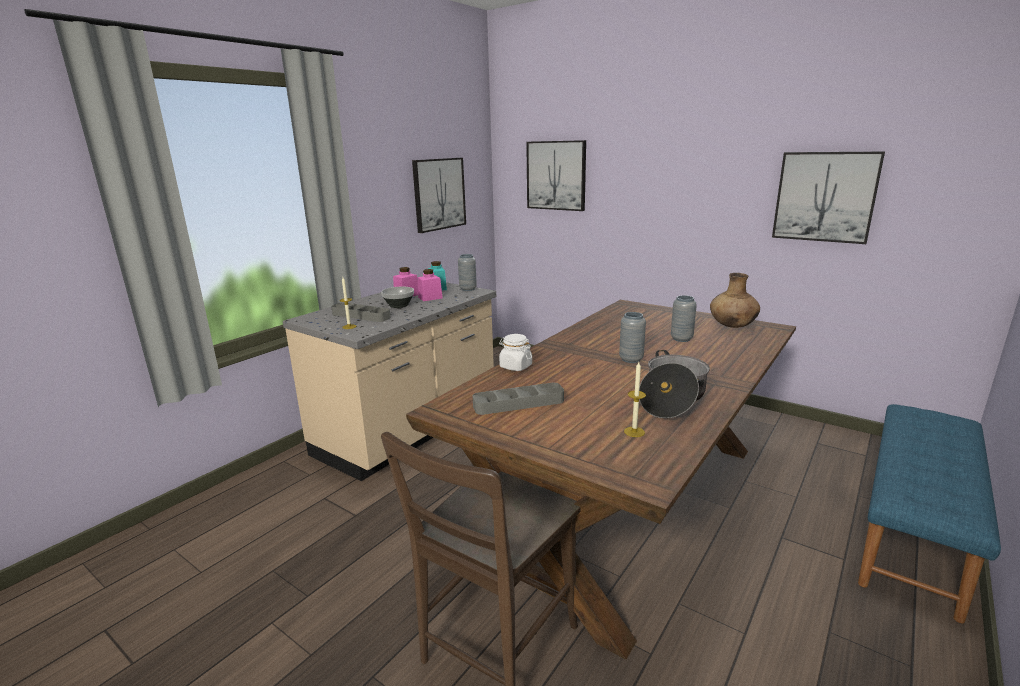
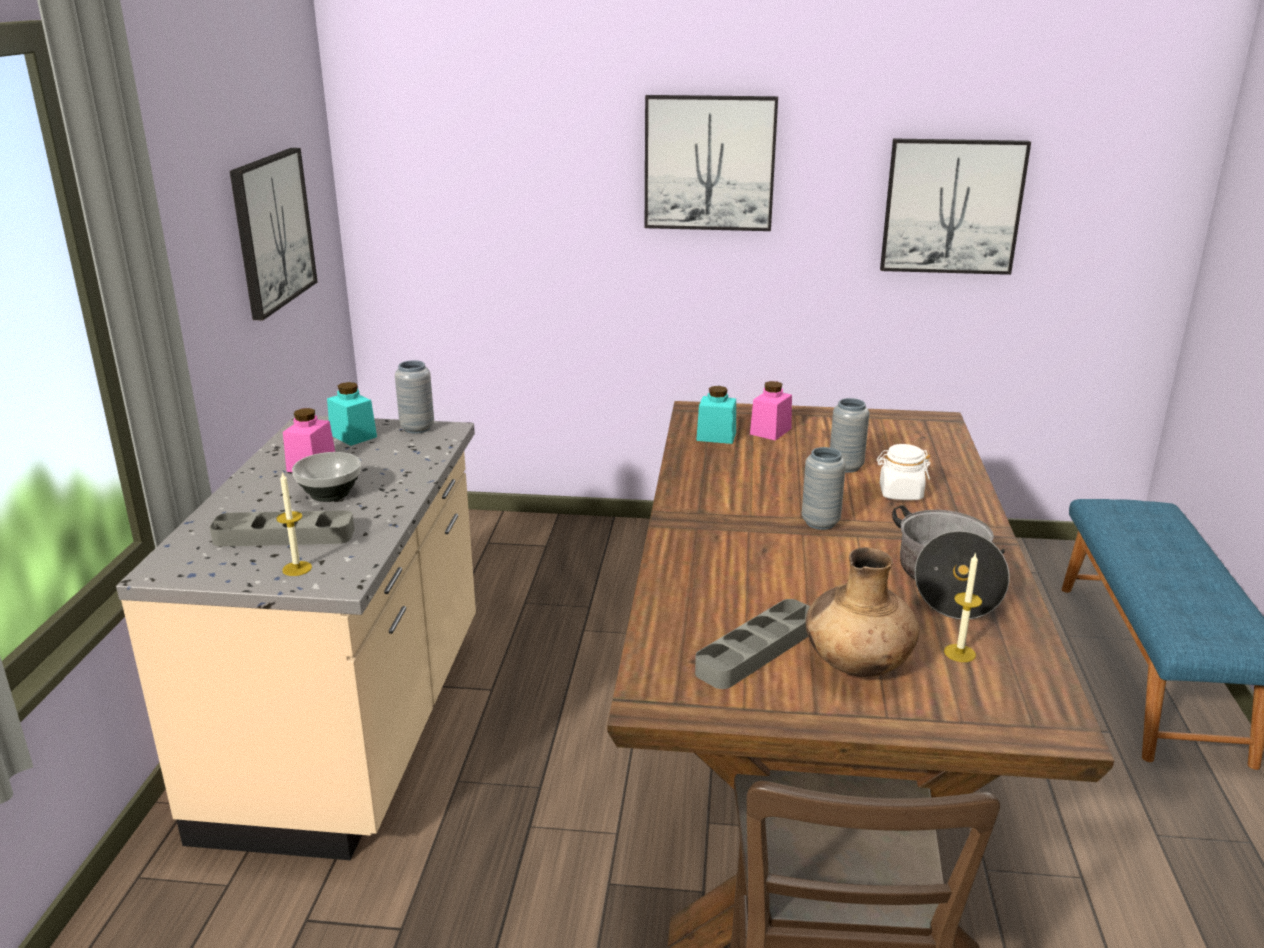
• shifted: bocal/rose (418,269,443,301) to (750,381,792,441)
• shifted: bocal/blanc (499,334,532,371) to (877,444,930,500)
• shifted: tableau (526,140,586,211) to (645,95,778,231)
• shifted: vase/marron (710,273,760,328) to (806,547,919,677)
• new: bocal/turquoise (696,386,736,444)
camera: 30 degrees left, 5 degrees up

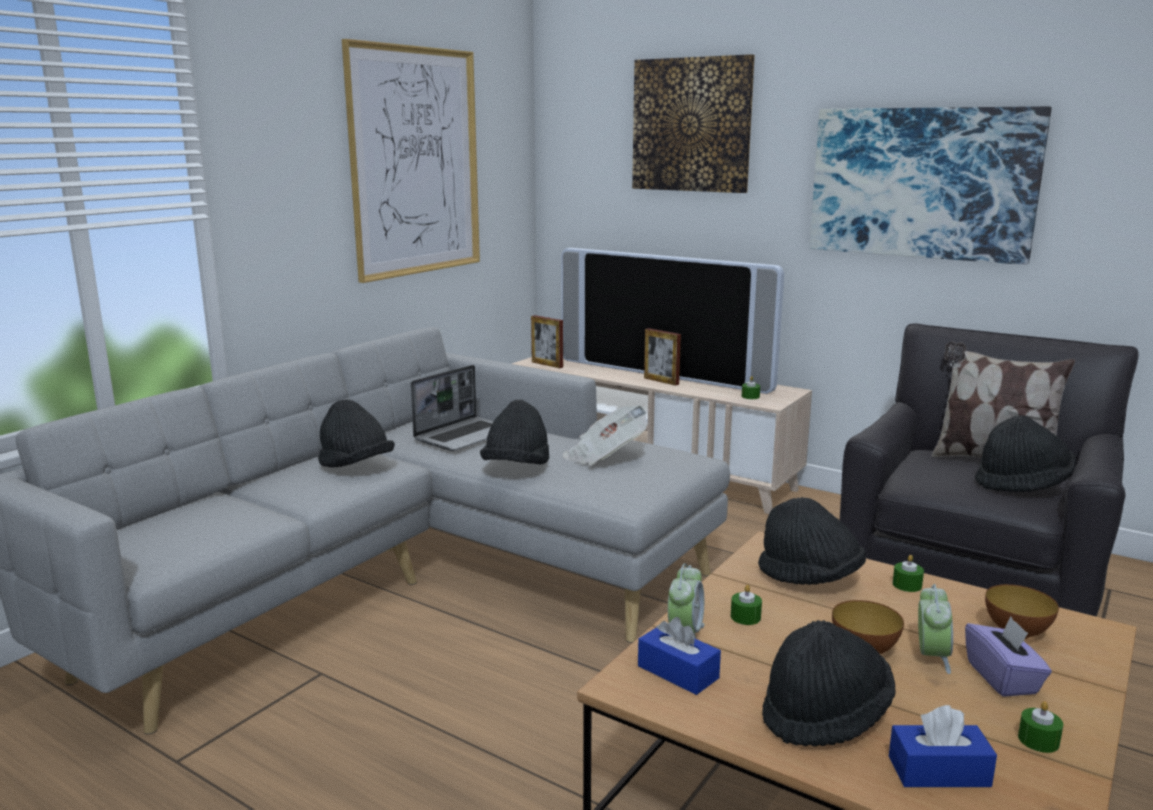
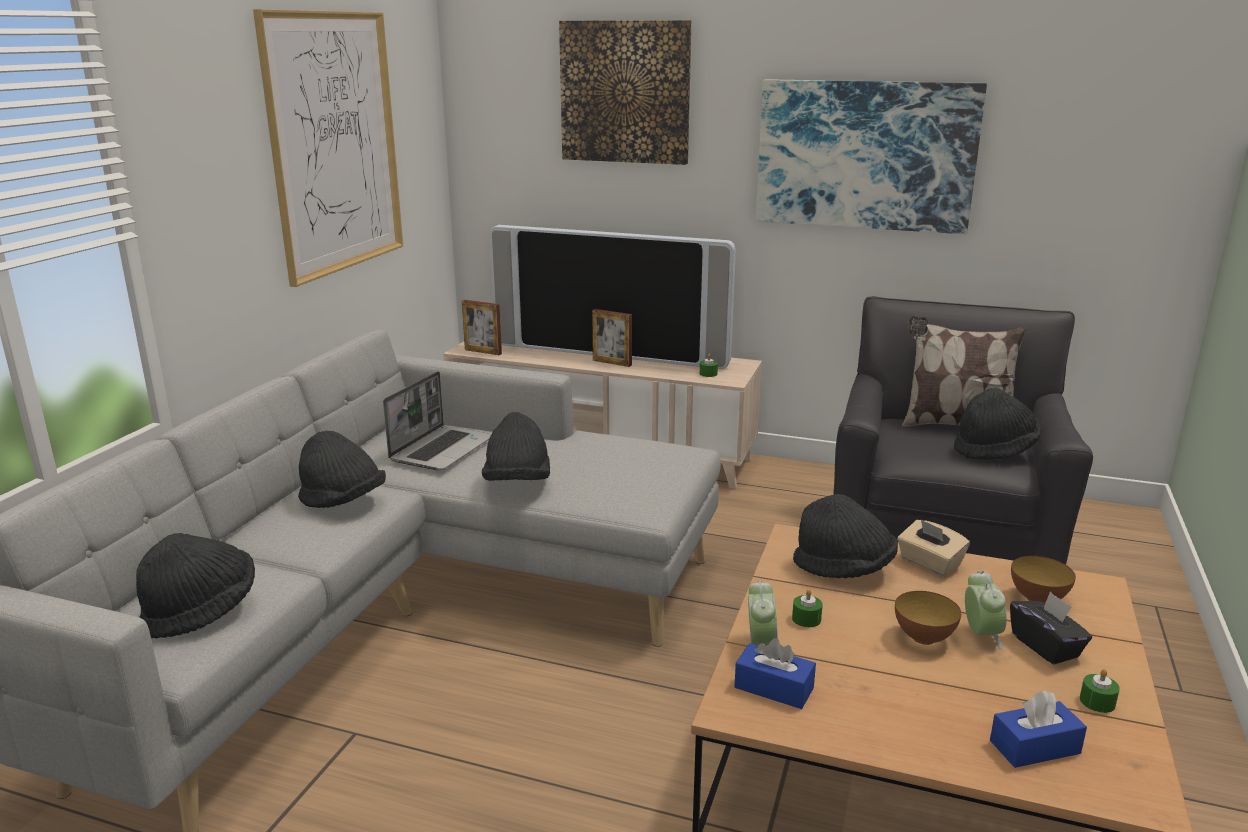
• gone: journal (563,405,649,465)
• shifted: chapeau/noir (762,620,896,746) to (136,533,255,639)
• swapped: bougie/vert (893,555,924,592) to boîte à mouchoirs/beige (897,520,970,576)
• repainted: boîte à mouchoirs/violet (965,616,1052,697) to boîte à mouchoirs/noir (1010,591,1092,664)
camera: 15 degrees left, 5 degrees up

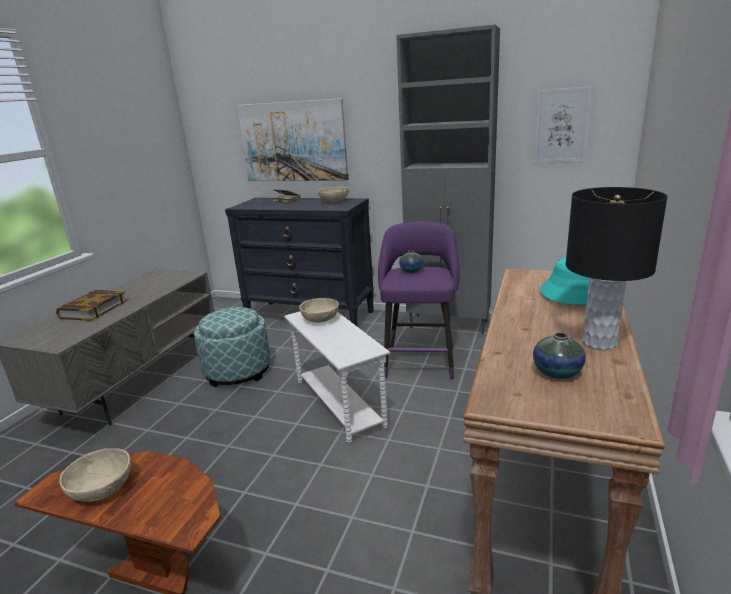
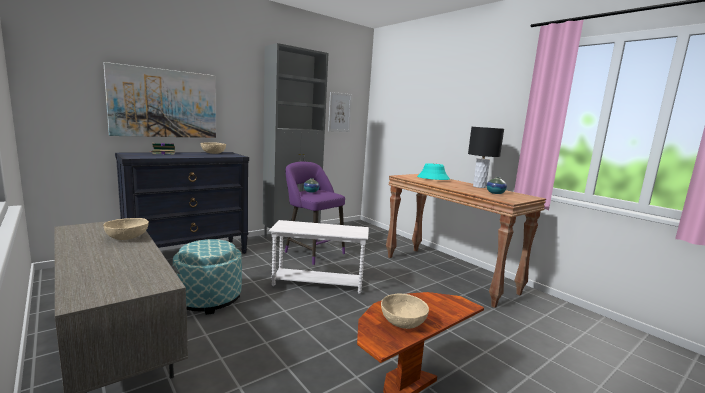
• gone: livre (56,290,128,321)
• shifted: bol/beige (299,298,339,323) to (103,218,149,240)
camera: 60 degrees left, 10 degrees down

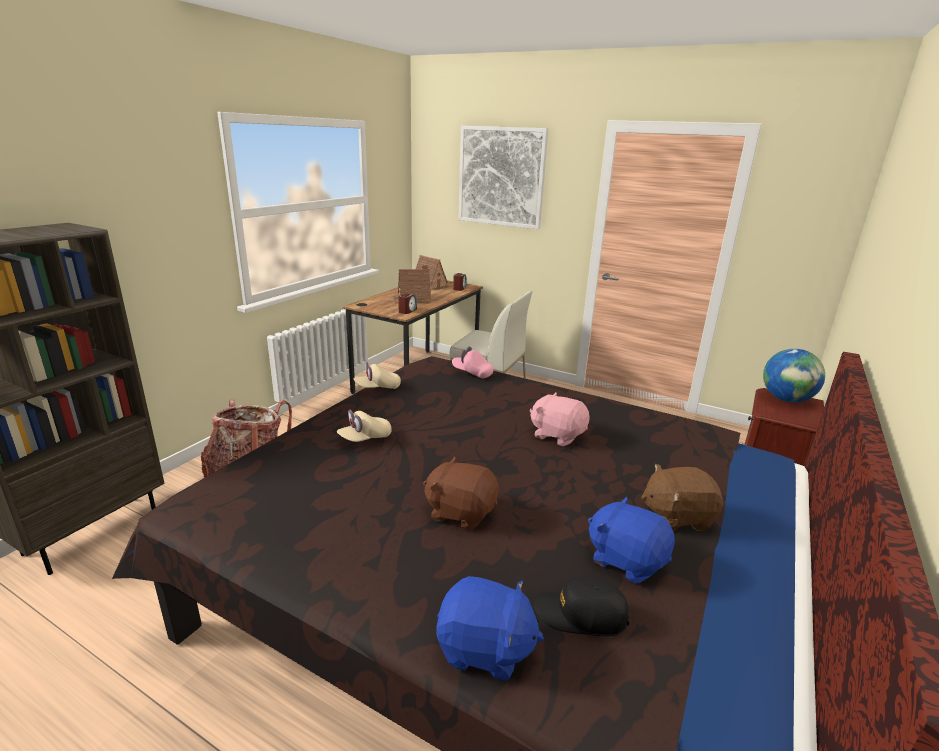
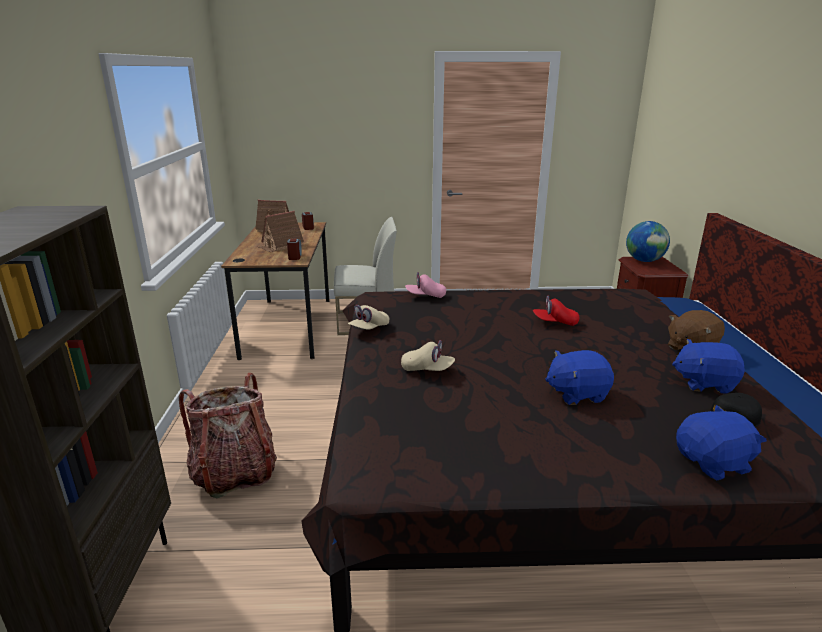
• rotated: casquette/beige (337,410,392,442) = (401,340,455,371) 90 degrees counterclockwise
• repainted: peluche/marron (423,456,499,530) to peluche/bleu (545,350,614,405)
• gone: tableau (458,126,548,229)
• swapped: peluche/rose (530,392,590,447) to casquette/rouge (533,296,579,326)
camera: 30 degrees left, 0 degrees up

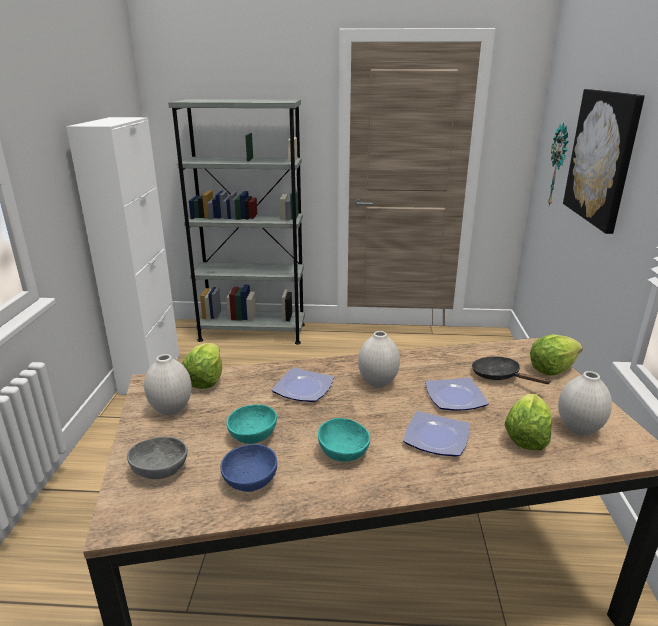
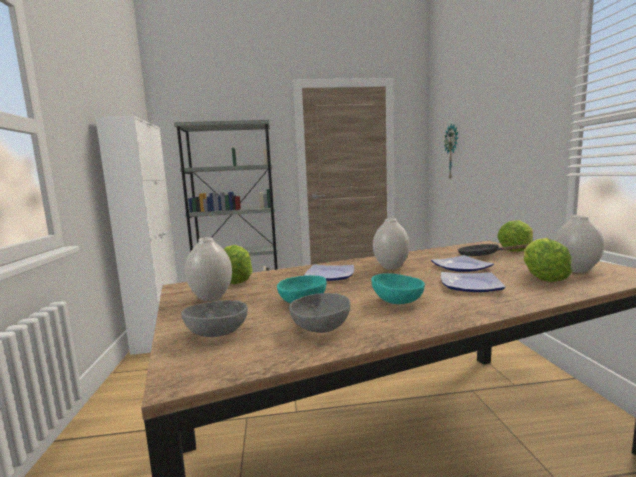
• repainted: bol/bleu (220,444,277,492) to bol/gris (289,293,351,333)
• gone: tableau (563,89,645,234)
camera: 10 degrees left, 15 degrees down

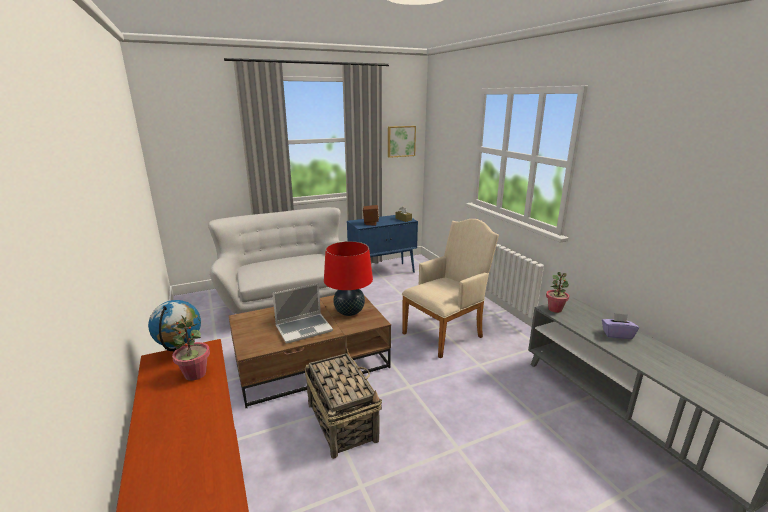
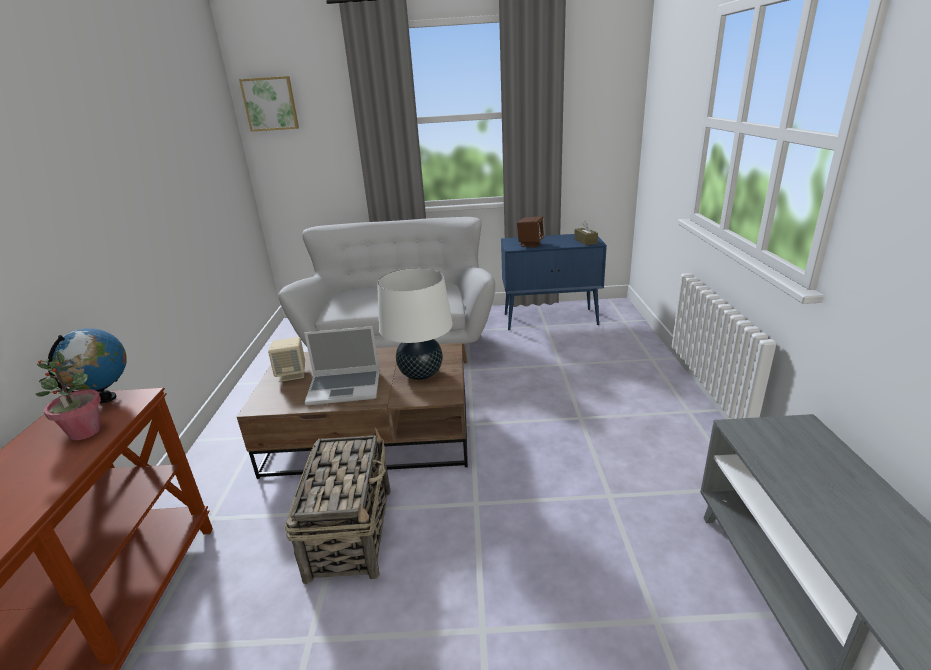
• repainted: lampe de table/rouge (324,241,373,316) to lampe de table/blanc (377,268,453,380)
• shifted: tableau (388,126,416,158) to (239,76,299,132)
• gone: fauteuil/beige (402,219,499,358)
• gone: plante en pot (546,272,569,313)
• gone: boîte à mouchoirs/violet (602,313,639,339)
• new: enceinte/beige (268,337,305,382)
camera: 25 degrees right, 5 degrees up

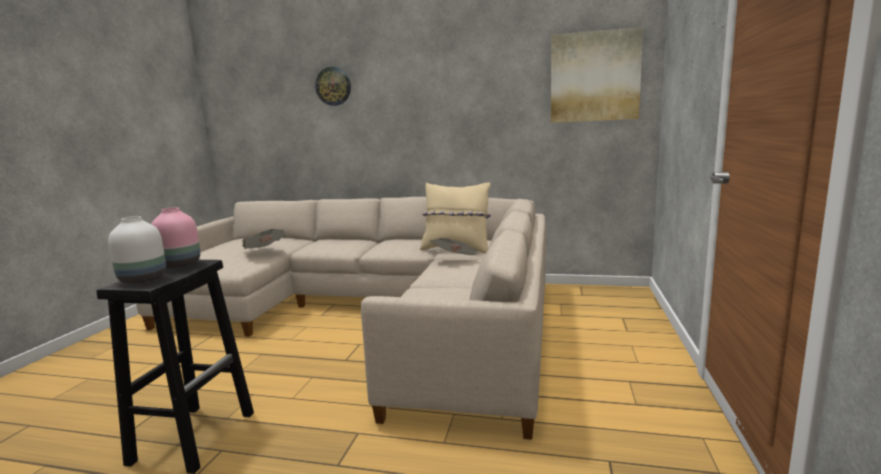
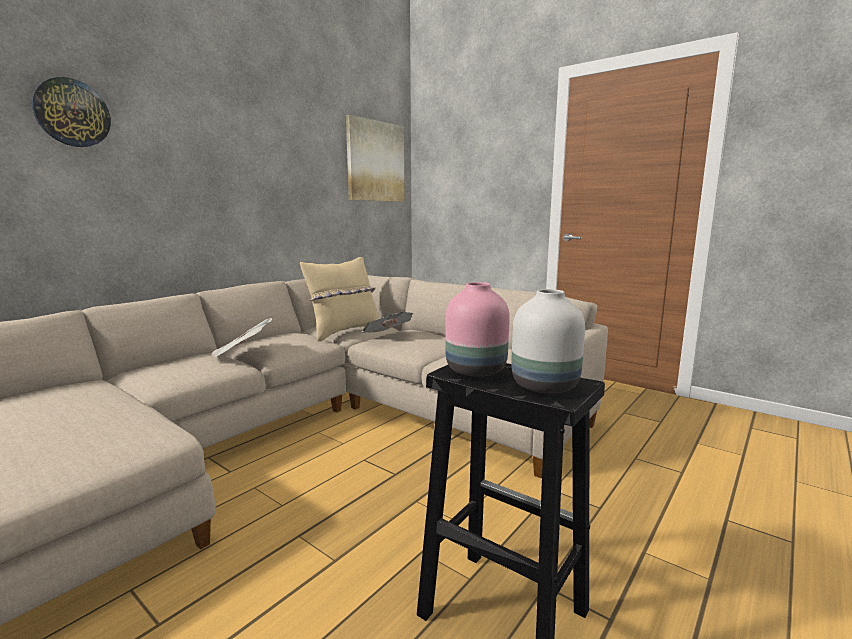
• shifted: journal (242,229,285,249) to (212,318,272,357)
camera: 65 degrees left, 0 degrees up

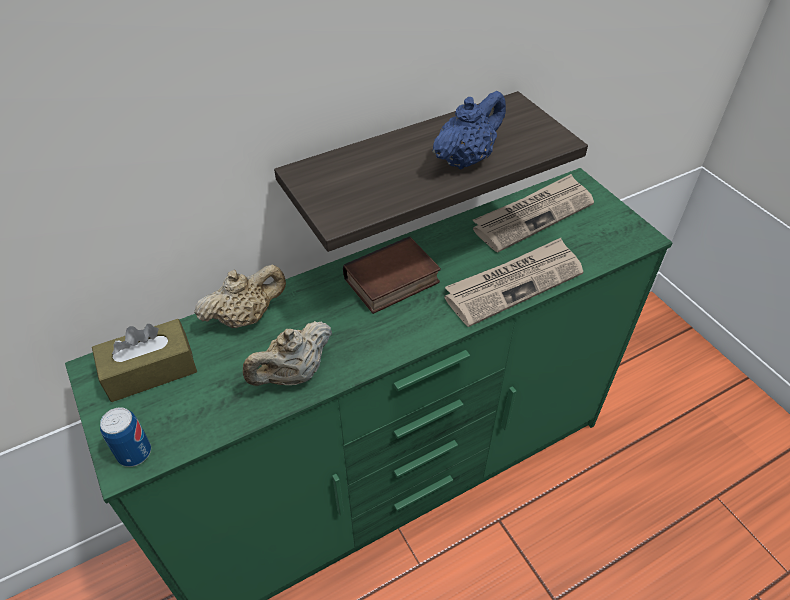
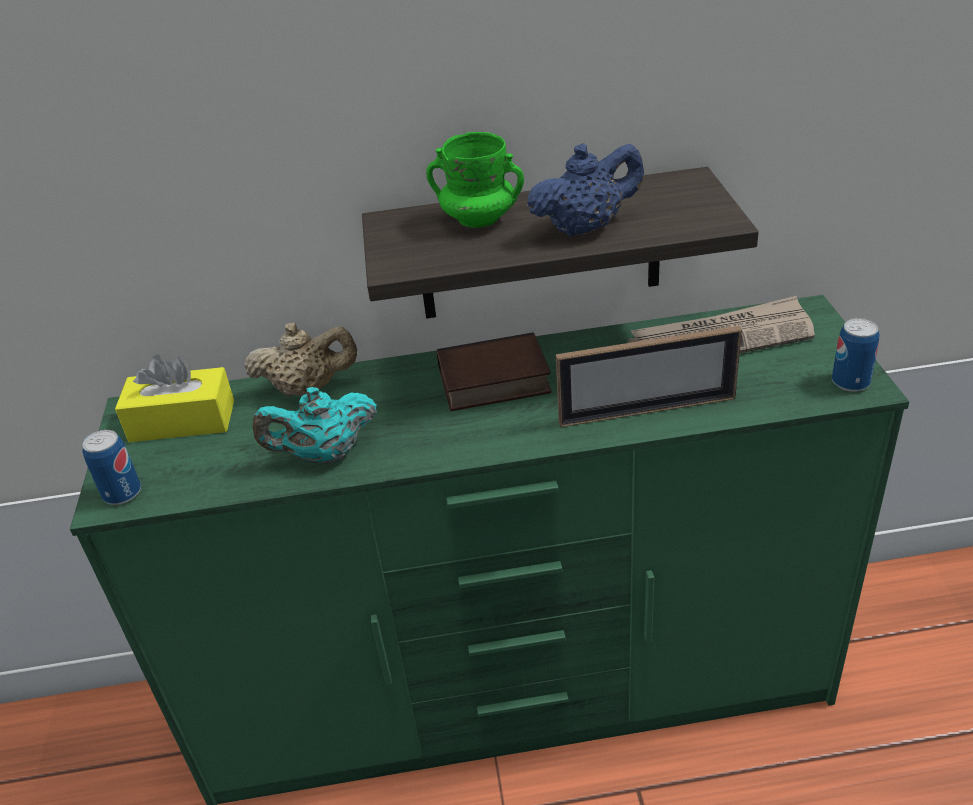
• repainted: boîte à mouchoirs/marron (92,319,197,402) to boîte à mouchoirs/jaune (115,354,234,442)
• repainted: théière/beige (243,321,332,386) to théière/turquoise (253,387,377,464)
• swapped: journal (445,238,583,327) to cadre photo (556,326,742,427)
• new: mug/vert (426,132,524,228)
• new: boîte métallique (832,318,879,392)
camera: 25 degrees right, 10 degrees down

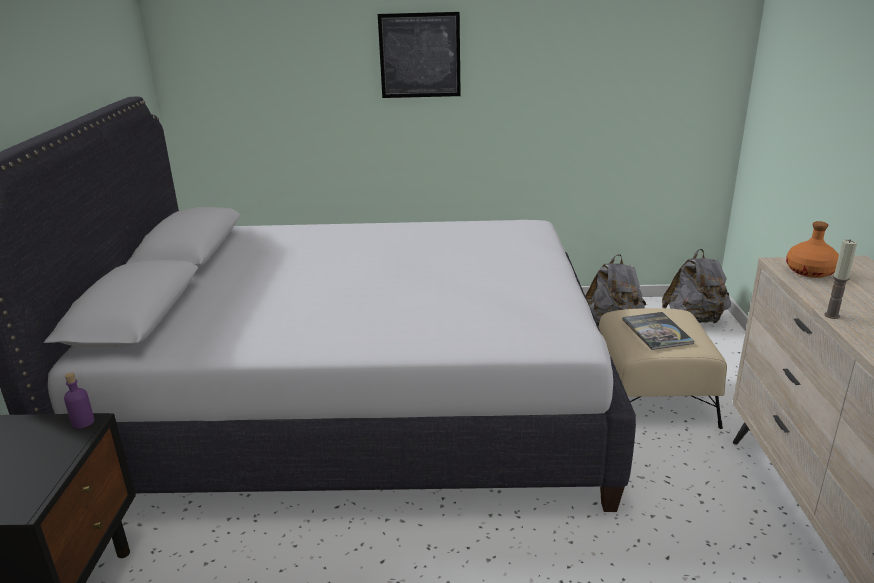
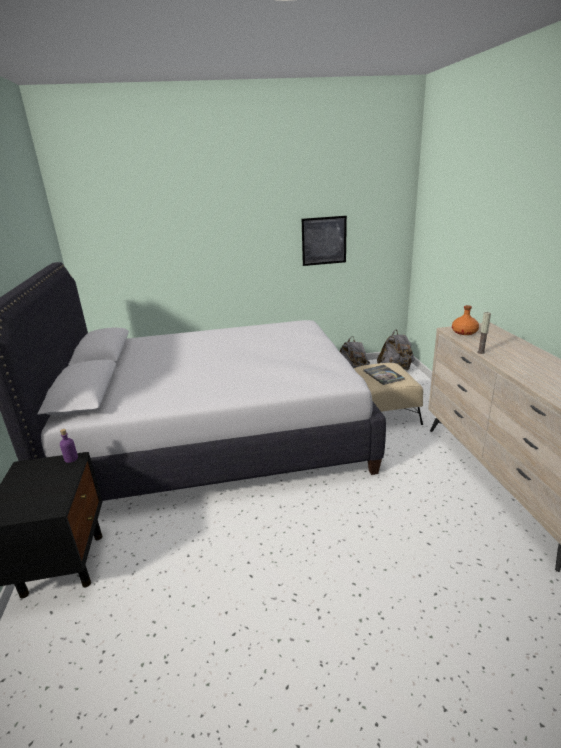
• shifted: tableau (378,12,461,98) to (302,216,347,266)
camera: 10 degrees left, 0 degrees up

